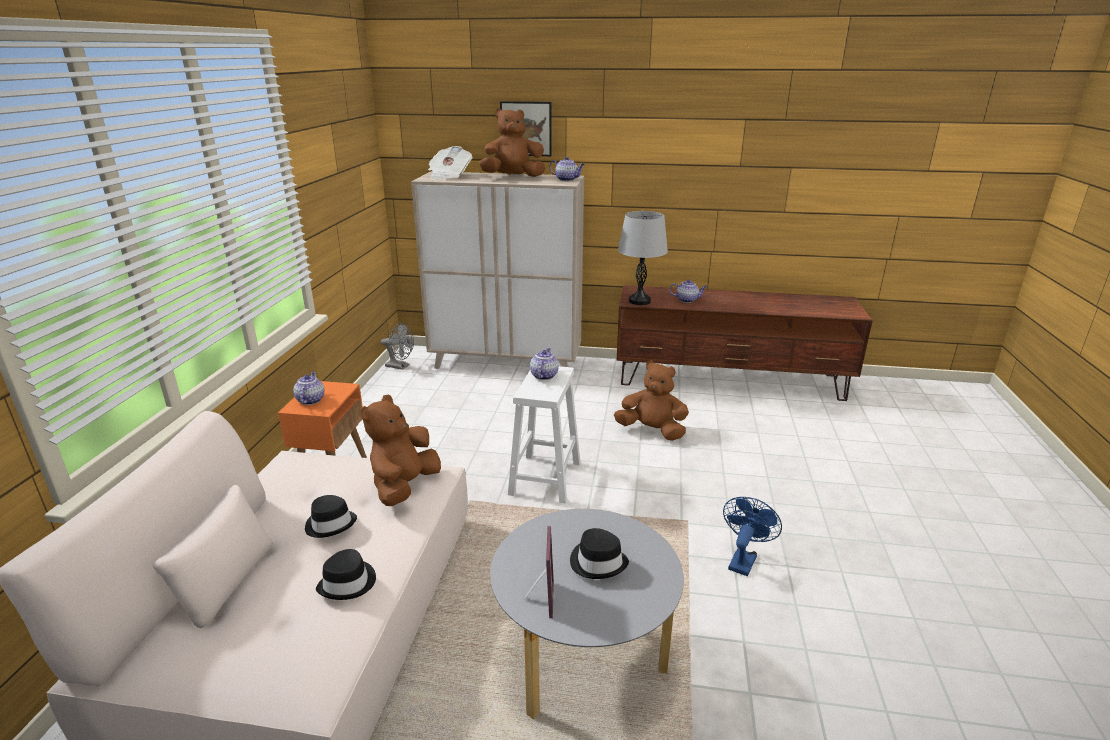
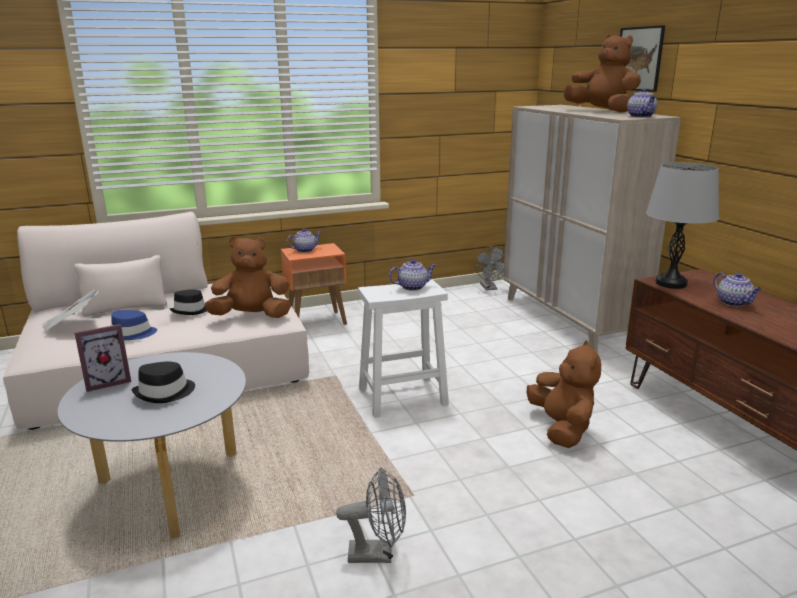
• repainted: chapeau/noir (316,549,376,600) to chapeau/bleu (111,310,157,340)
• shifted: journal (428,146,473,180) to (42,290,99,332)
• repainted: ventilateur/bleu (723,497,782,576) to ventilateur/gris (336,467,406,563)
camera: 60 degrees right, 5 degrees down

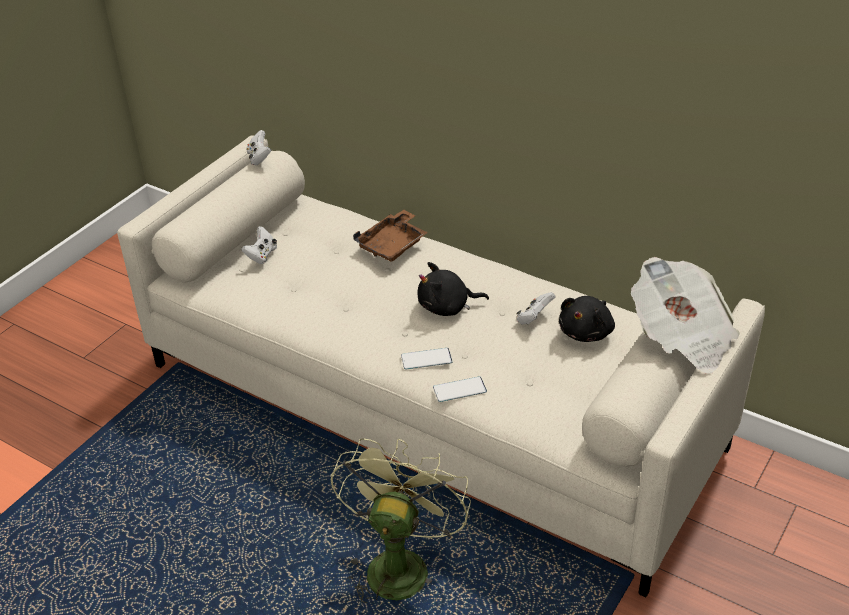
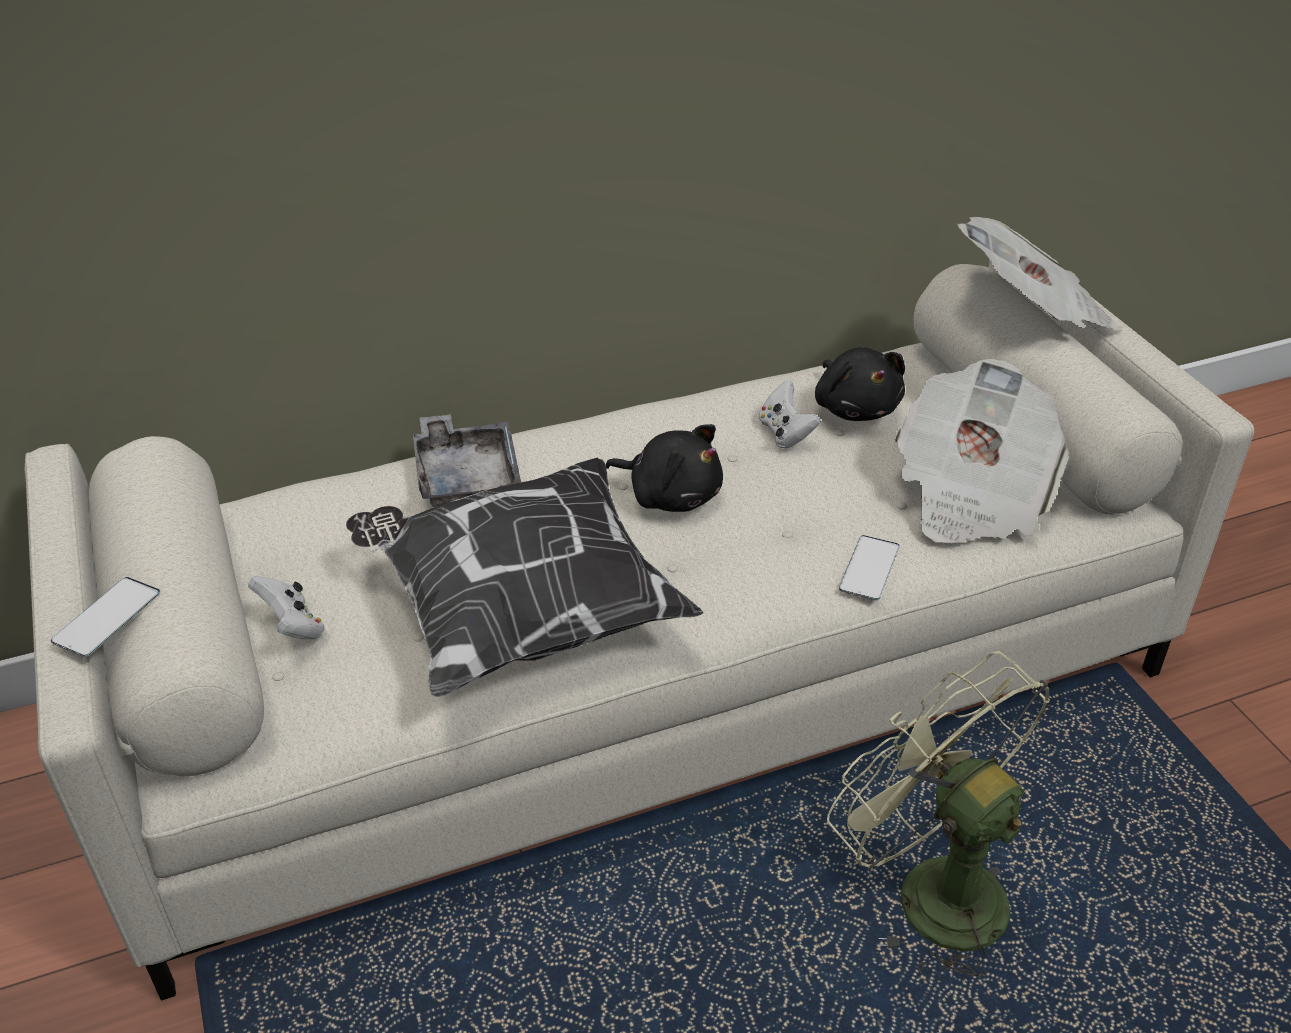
• gone: manette/blanc (246,130,271,166)
• repainted: plateau/marron (353,210,428,262) to plateau/gris (413,414,521,507)
• shifted: téléphone (401,348,452,370) to (51,577,160,657)
• rotated: peluche/noir (418,262,489,316) = (605,424,723,512) 90 degrees counterclockwise
• new: coussin (346,458,703,697)
• new: journal (895,359,1069,543)
camera: 55 degrees left, 0 degrees up

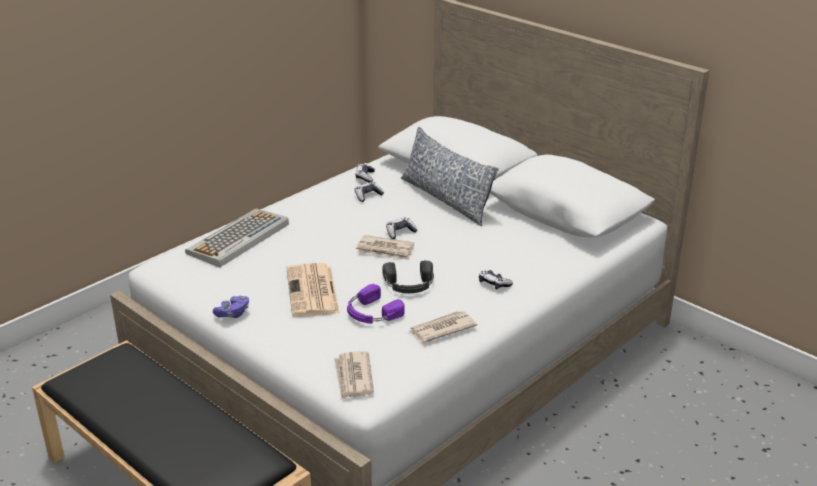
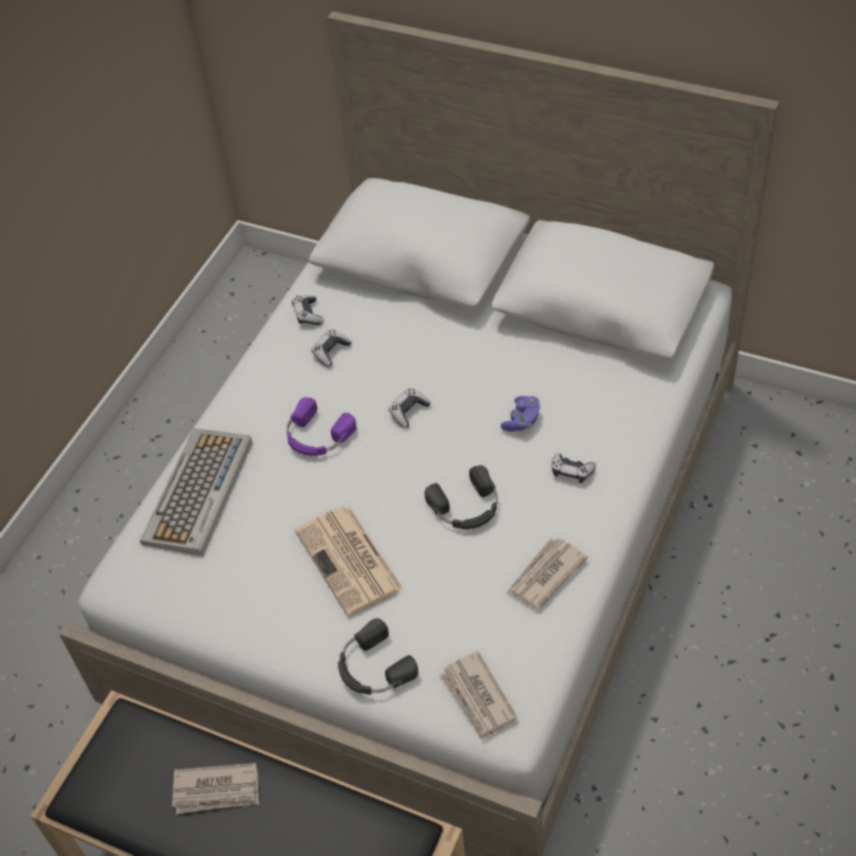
• shifted: manette/violet (213,296,249,318) to (501,396,541,432)
• shifted: casque audio/violet (347,284,405,323) to (286,397,357,456)
• shifted: journal (356,235,414,260) to (172,763,259,814)
• gone: coussin (401,127,499,226)
• new: casque audio/noir (338,618,418,695)
camera: 15 degrees left, 20 degrees up

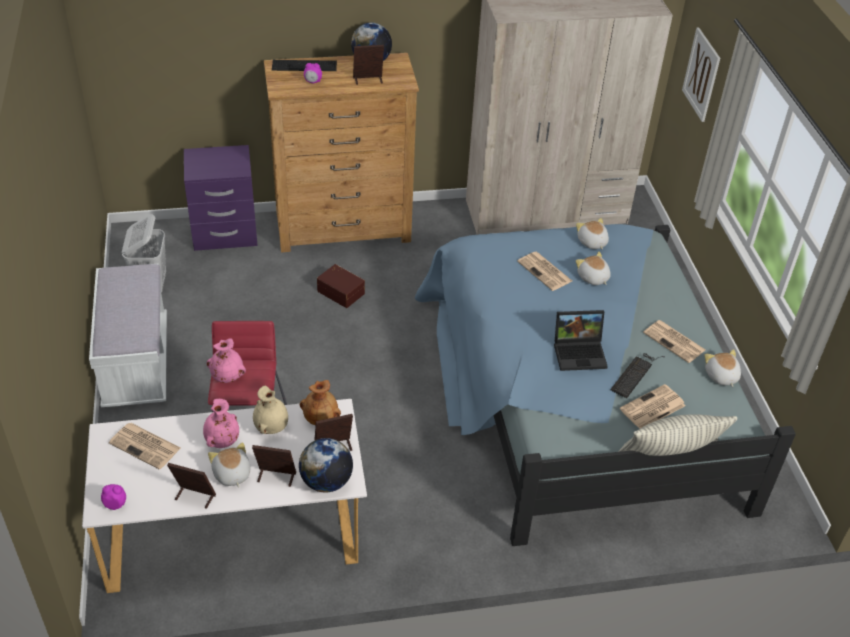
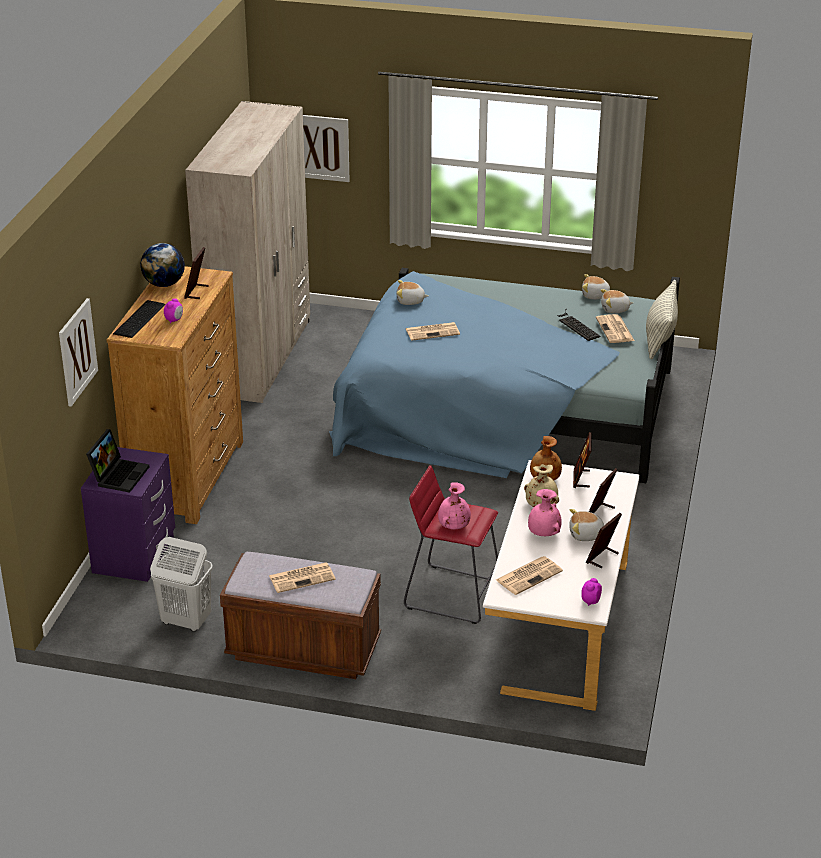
• repainted: banc/blanc (89,264,167,407) to banc/marron (220,552,381,679)
• gone: globe (299,438,353,493)
• gone: boîte de rangement/marron (317,264,365,308)
• shifted: ordinateur portable (554,310,608,371) to (86,429,149,493)
• shifted: peluche (576,252,611,285) to (600,289,633,314)
• shifted: journal (643,320,706,363) to (269,562,336,593)
• new: tableau (59,298,98,407)
camera: 65 degrees left, 10 degrees down

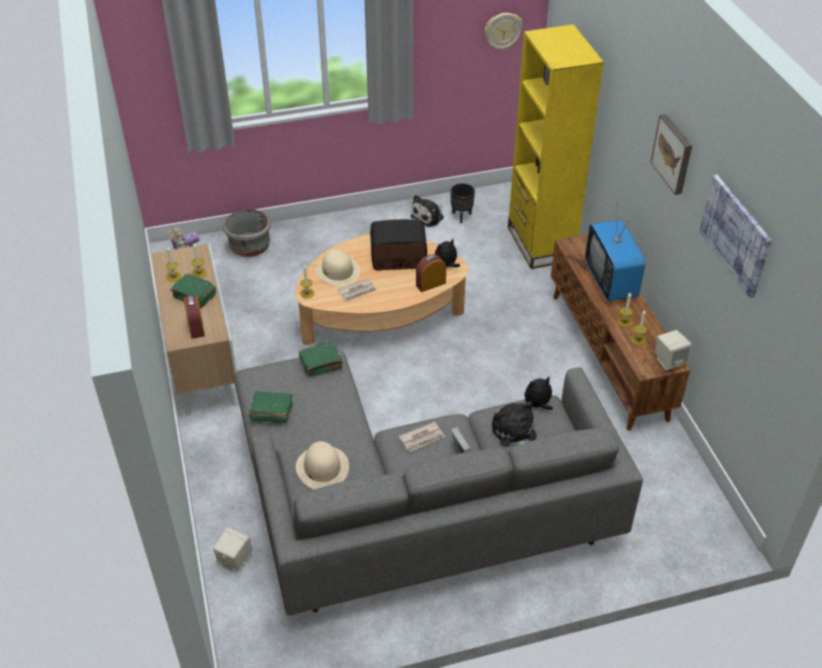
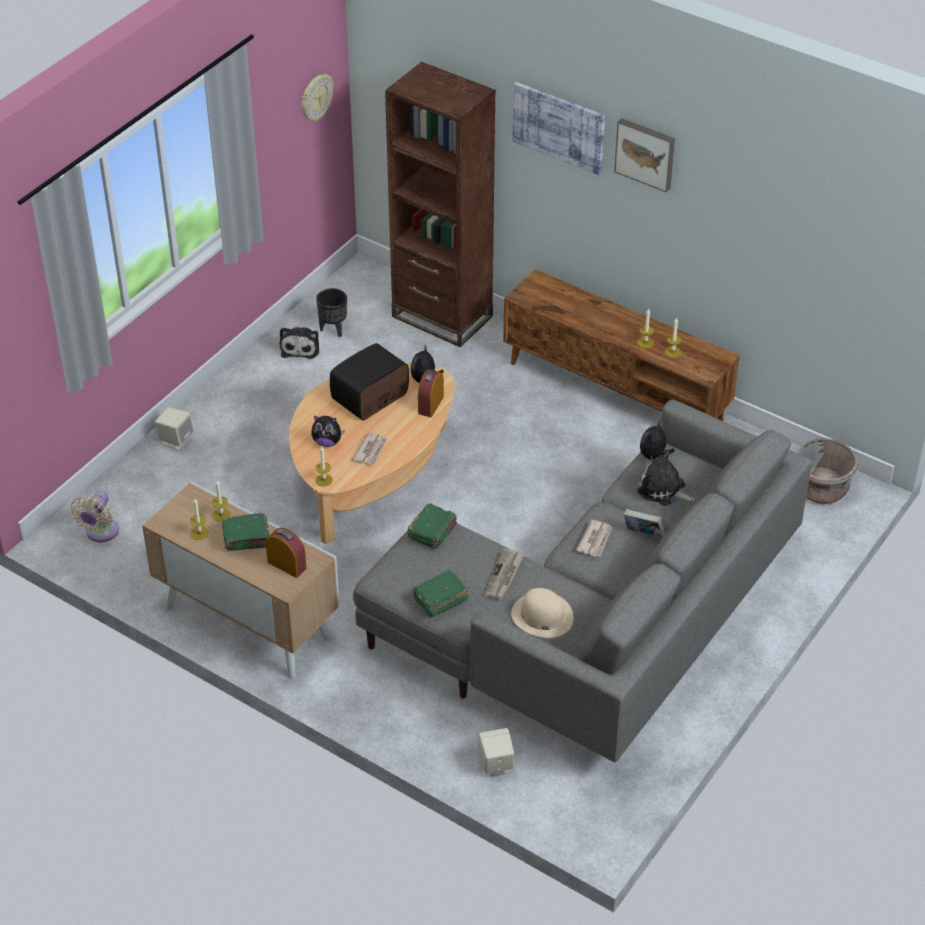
• shifted: cache-pot/gris (223,210,271,257) to (797,438,858,504)
• swapped: chapeau/beige (316,250,360,286) to peluche (311,415,345,447)
• repainted: bibliothèque/jaune (508,24,604,269) to bibliothèque/marron (385,62,496,347)
• gone: téléviseur (585,202,645,301)
• shifted: enceinte/beige (655,330,692,370) to (155,407,194,450)
• shifted: tableau (699,174,772,298) to (512,82,605,175)
• new: journal (484,548,524,599)
camera: 40 degrees left, 0 degrees up

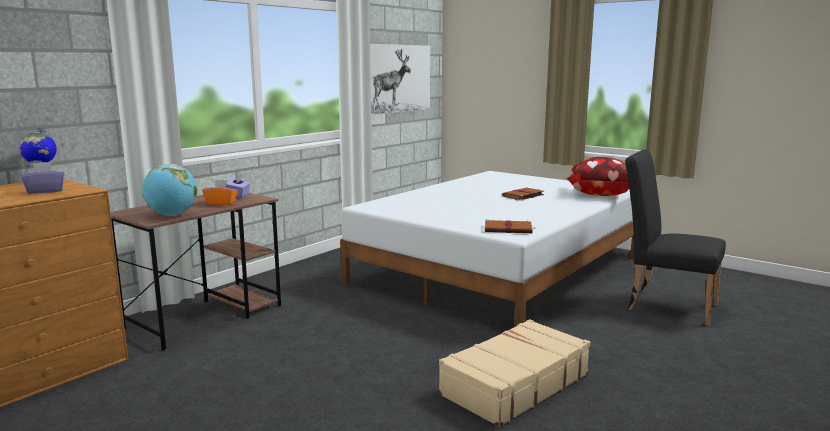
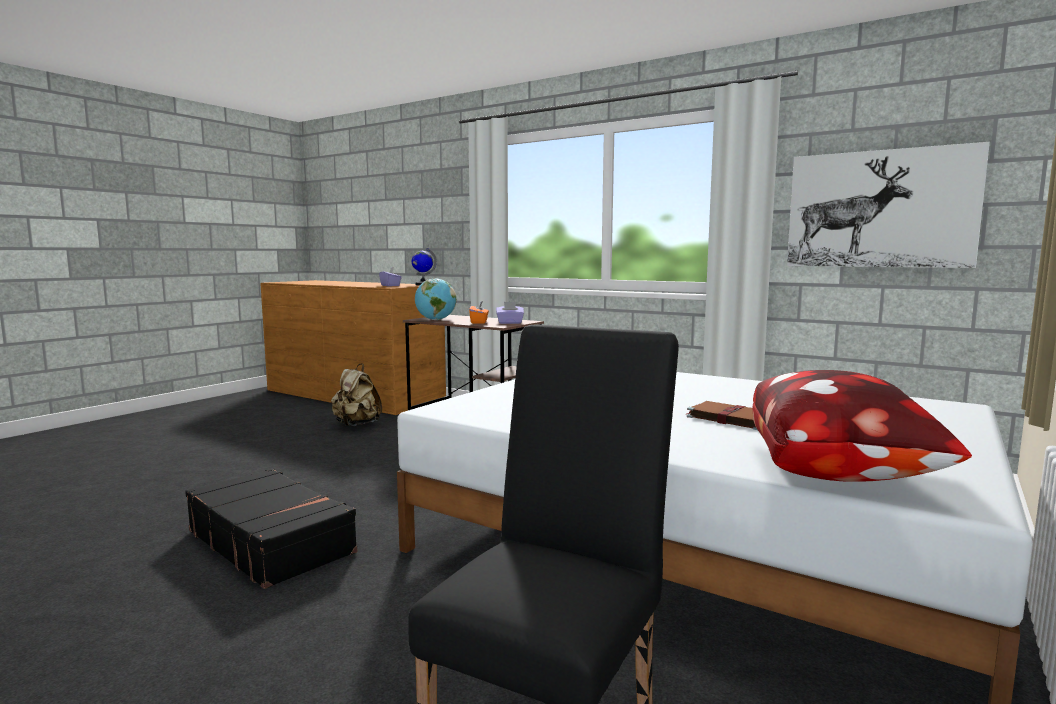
• repainted: valise/beige (439,319,590,427) to valise/noir (185,468,357,589)
• gone: livre/marron (485,220,535,233)
• new: sac à dos/beige (331,363,382,426)
camera: 85 degrees right, 5 degrees down

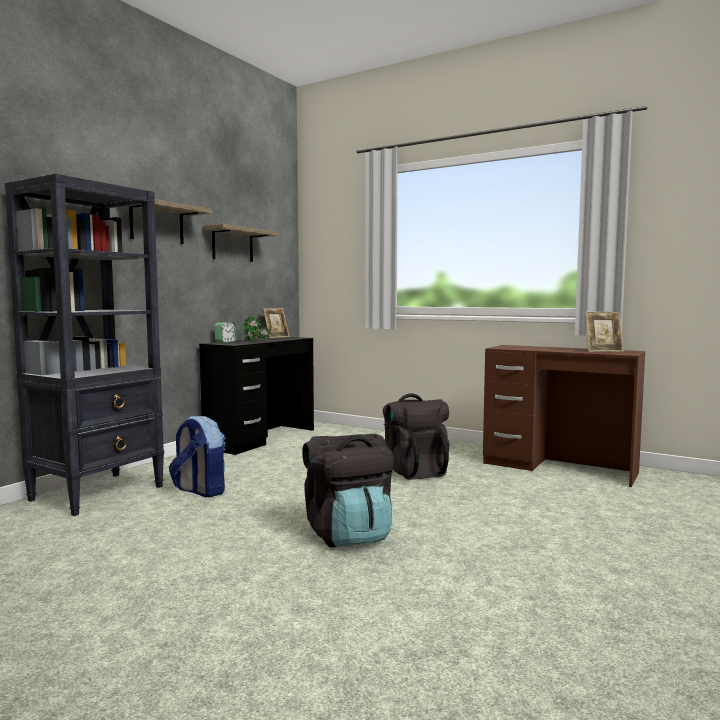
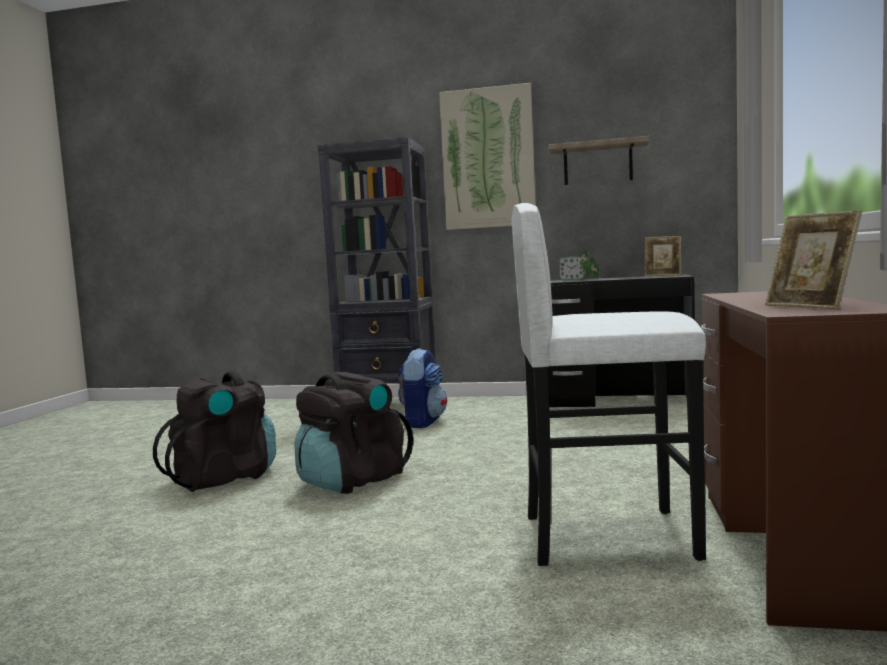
• swapped: étagère (129,199,212,244) to tableau (439,83,536,230)
• shifted: sac à dos/noir (383,393,450,480) to (153,371,276,492)
• new: tabouret/blanc (511,203,706,566)
camera: 70 degrees right, 0 degrees up

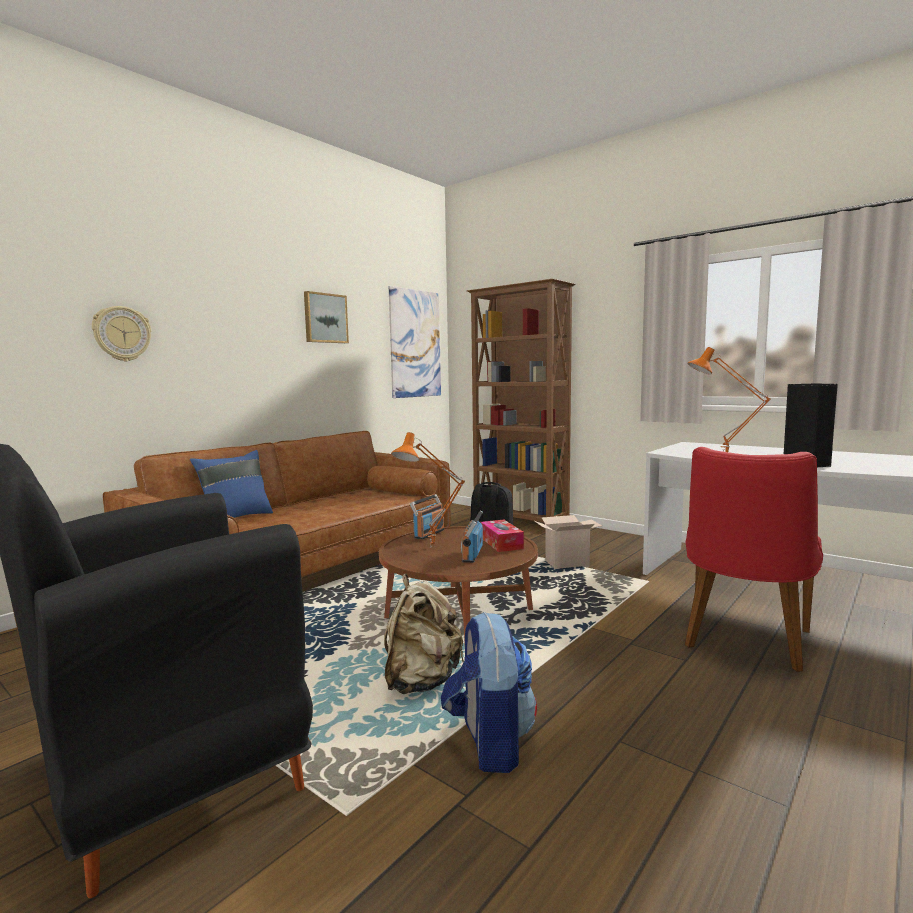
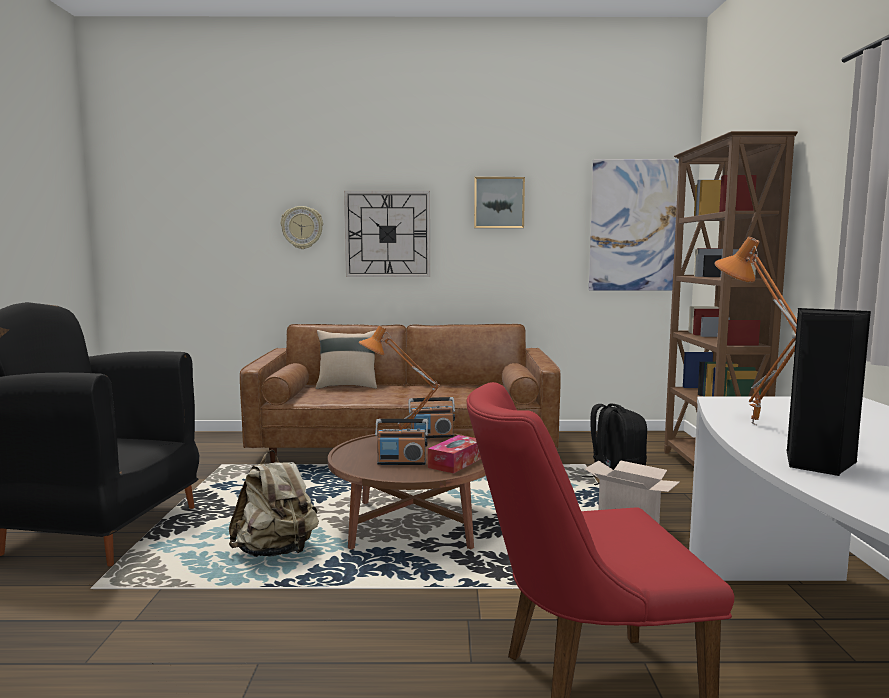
• repainted: coussin/bleu (190,450,273,518) to coussin/beige (316,330,377,389)
• gone: sac à dos (441,612,537,773)
• rotated: radio (461,511,483,563) = (375,419,428,465) 150 degrees counterclockwise
• new: horloge murale (344,191,430,277)
camera: 50 degrees right, 0 degrees up

